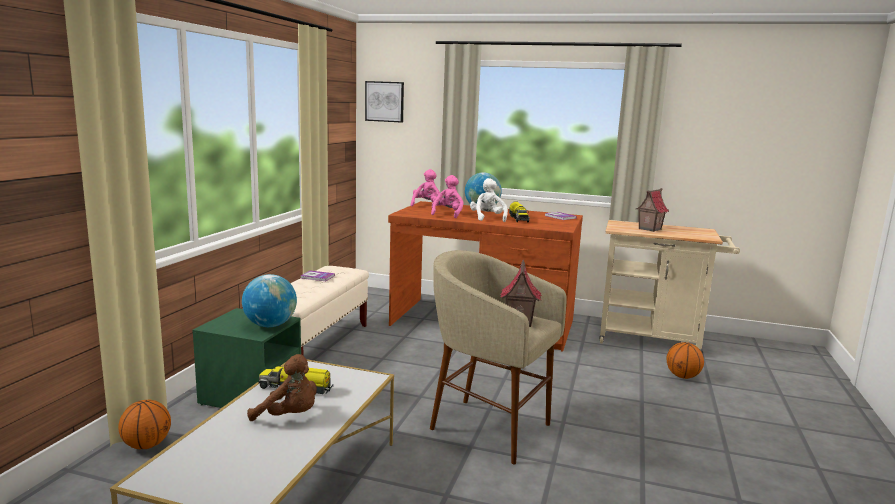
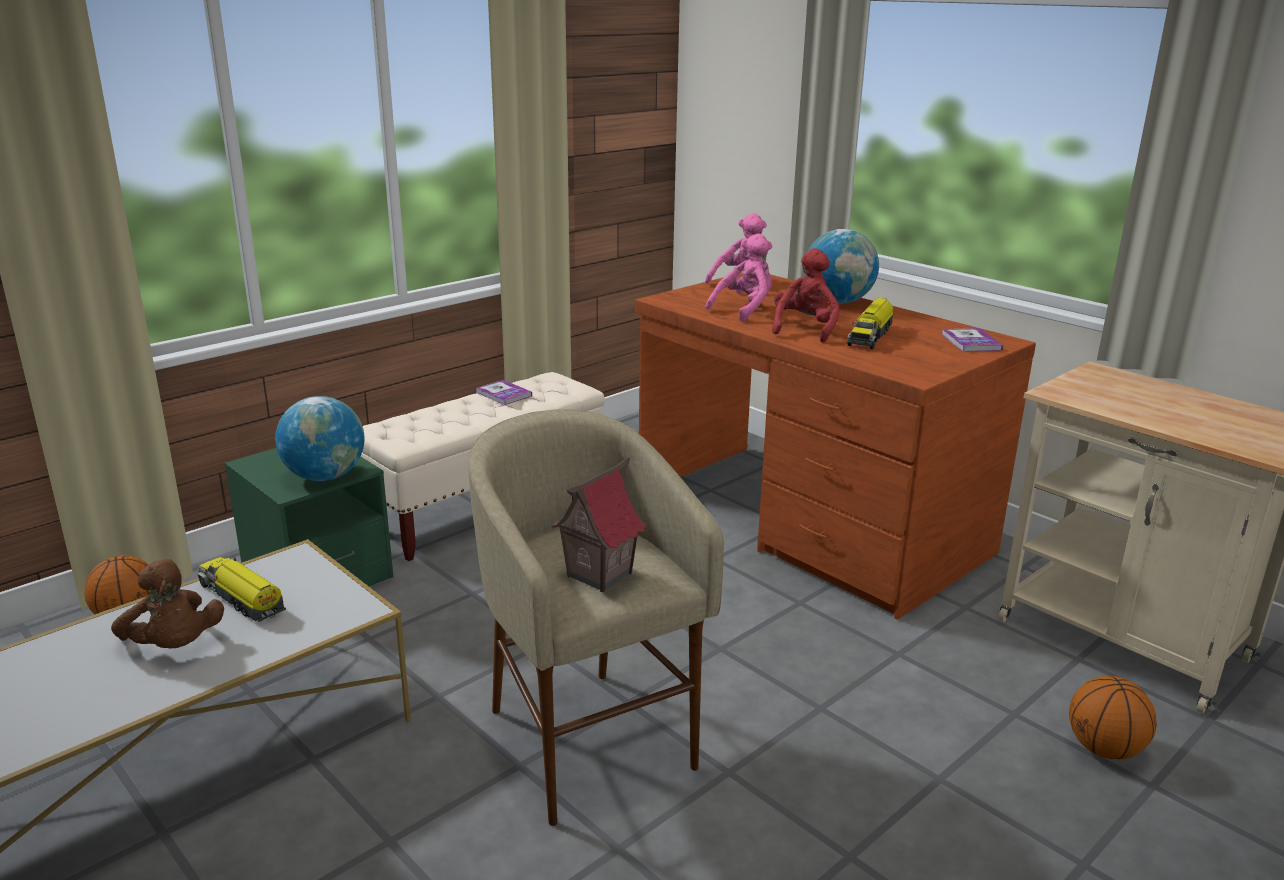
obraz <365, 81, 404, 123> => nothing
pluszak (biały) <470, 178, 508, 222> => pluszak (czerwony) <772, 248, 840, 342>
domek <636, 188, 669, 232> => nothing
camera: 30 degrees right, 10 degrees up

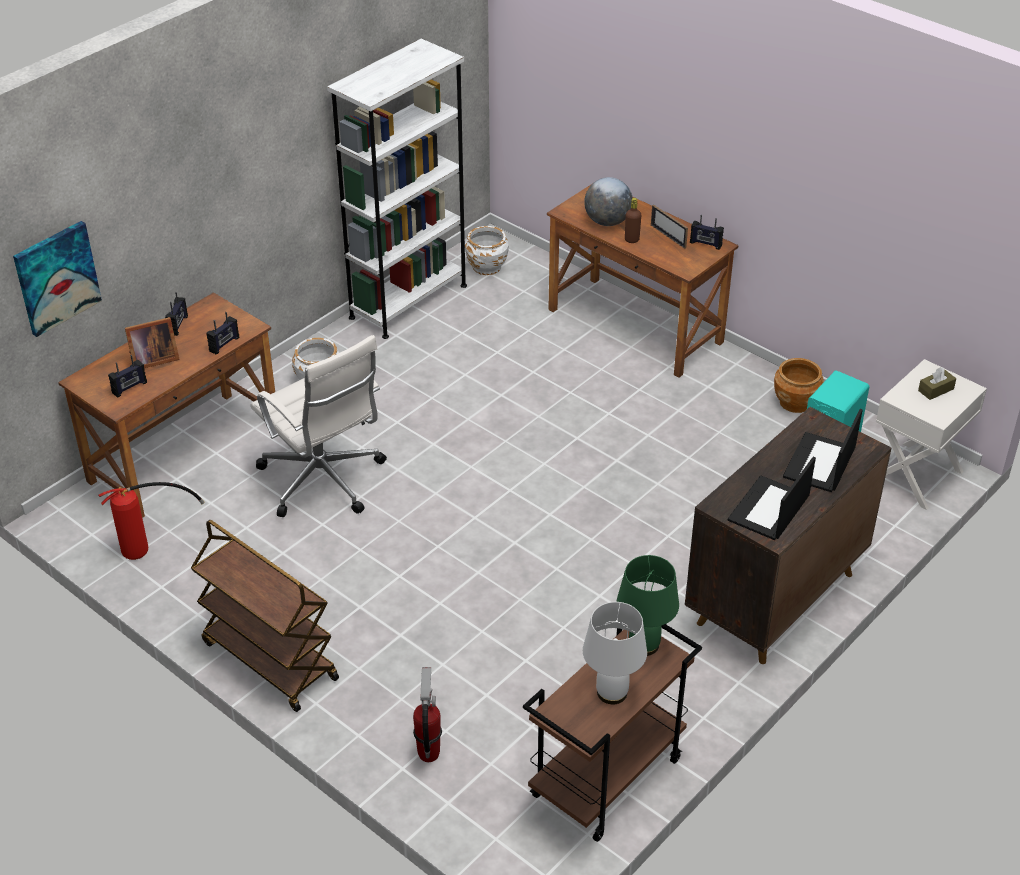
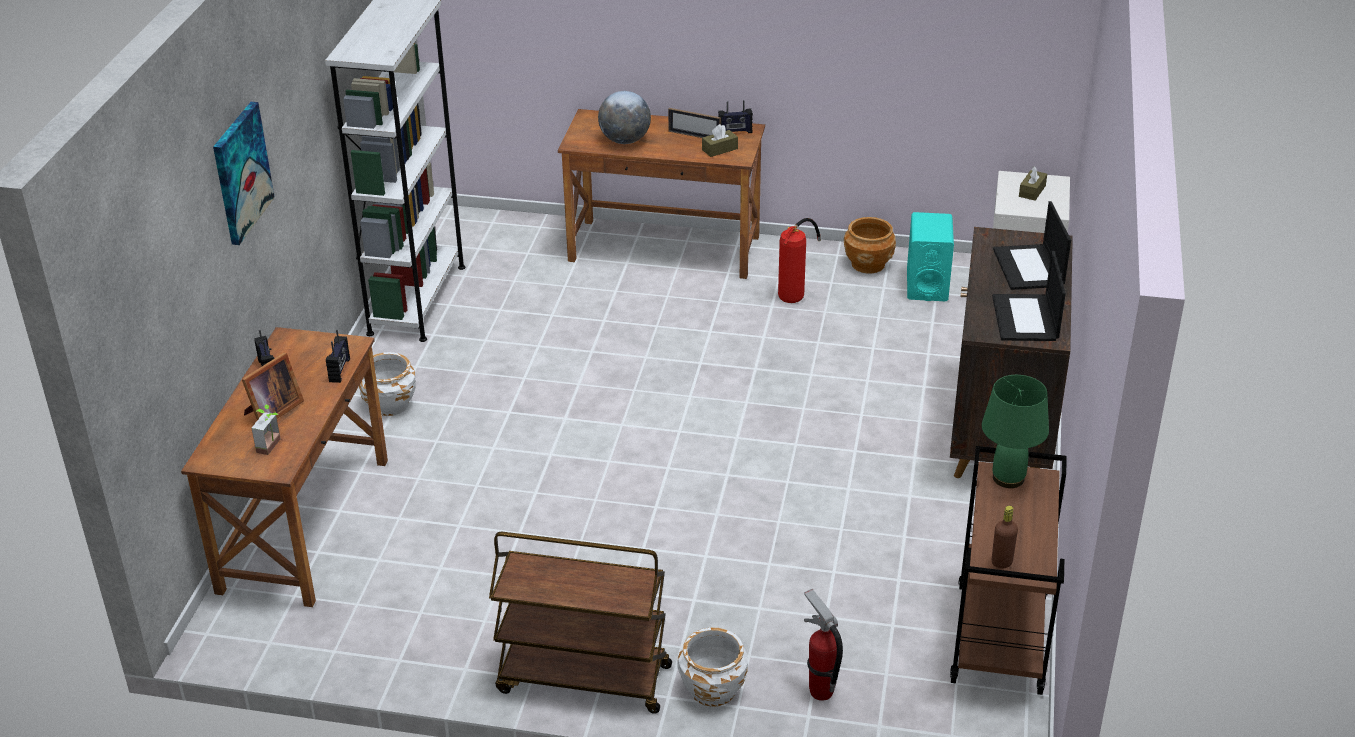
butelka (brązowy) <625, 198, 641, 243> => butelka (brązowy) <992, 506, 1018, 569>, moved
obraz <13, 221, 102, 337> => obraz <213, 102, 275, 245>, moved
donica (biały) <465, 226, 509, 275> => donica (biały) <677, 628, 748, 707>, moved
krzesło biurowe (biały) <250, 335, 387, 517> => nothing
radio <108, 355, 147, 398> => roślina doniczkowa <251, 404, 281, 455>
gaśnica <98, 482, 204, 560> => gaśnica <778, 218, 821, 303>, moved
lampa stołowa (biały) <583, 602, 647, 704> => nothing
nothing => pudełko chusteczek (brązowy) <702, 124, 738, 157>
camera: 30 degrees left, 5 degrees down

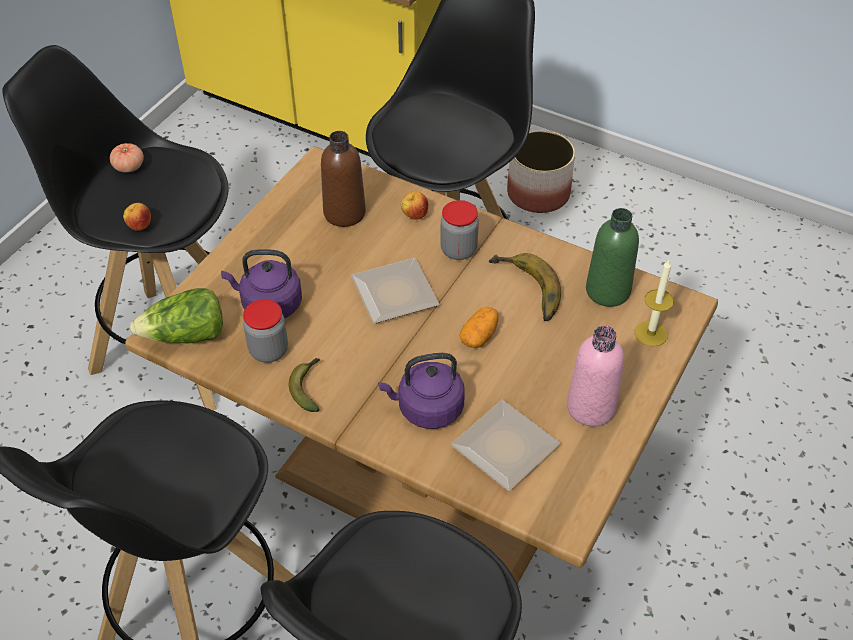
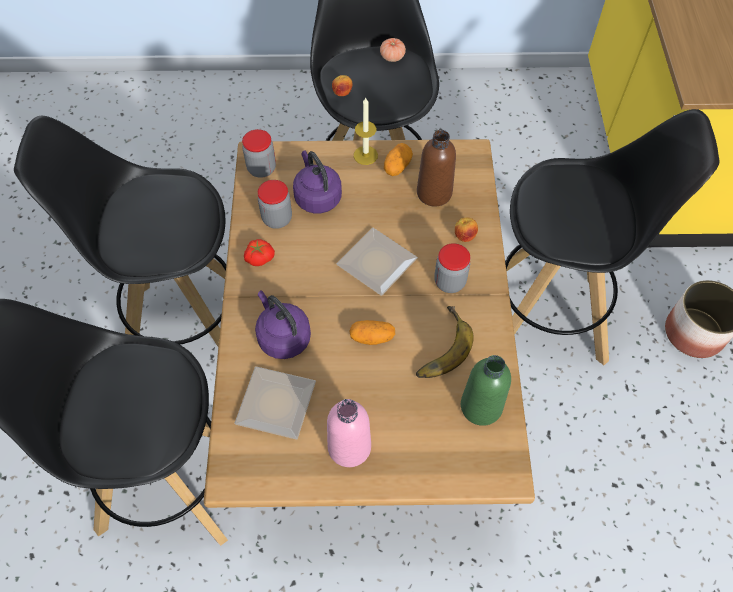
świeca <635, 260, 674, 347> => świeca <354, 98, 378, 165>, moved
sałata <130, 288, 223, 344> => słoik <242, 129, 276, 178>
banan <289, 358, 320, 412> => pomidor <244, 239, 275, 266>
nothing => ziemniak <384, 143, 413, 176>
camera: 60 degrees right, 10 degrees up

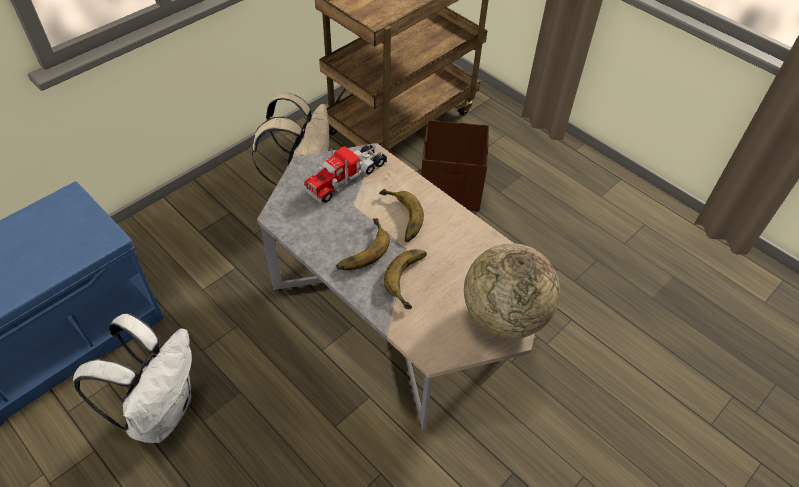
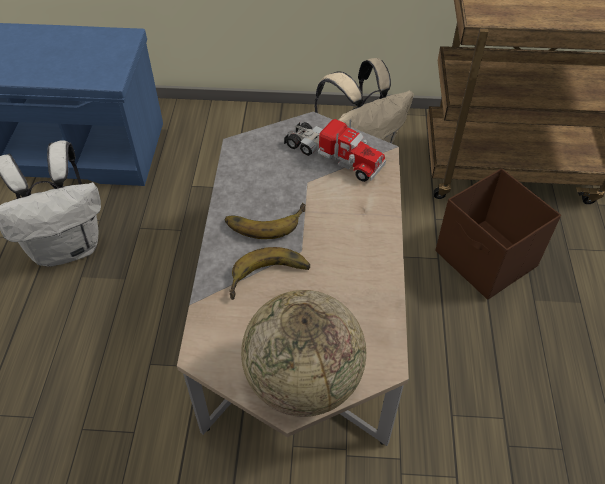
ciężarówka zabawkowa <304, 144, 387, 203> => ciężarówka zabawkowa <284, 119, 386, 182>, 150 degrees counterclockwise
banan <379, 189, 424, 242> => nothing
camera: 50 degrees right, 0 degrees up

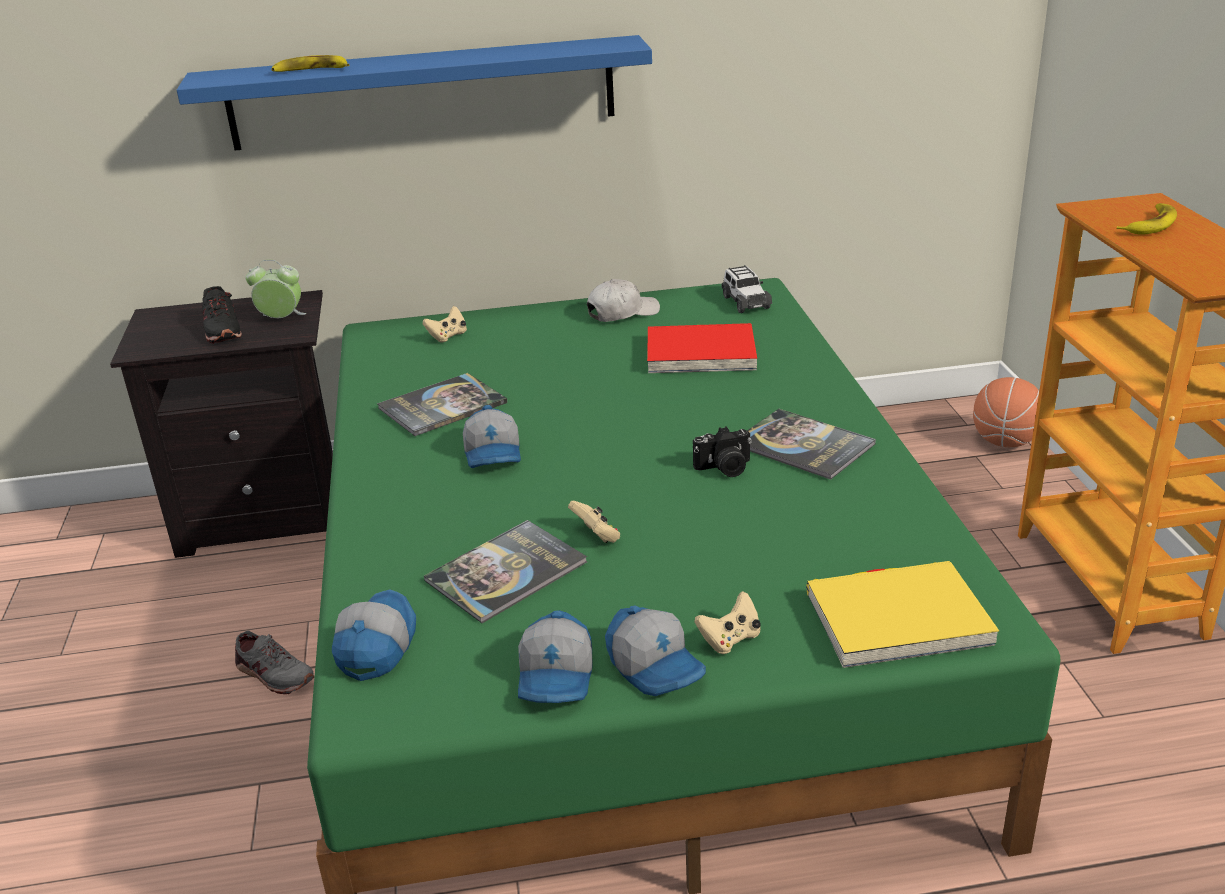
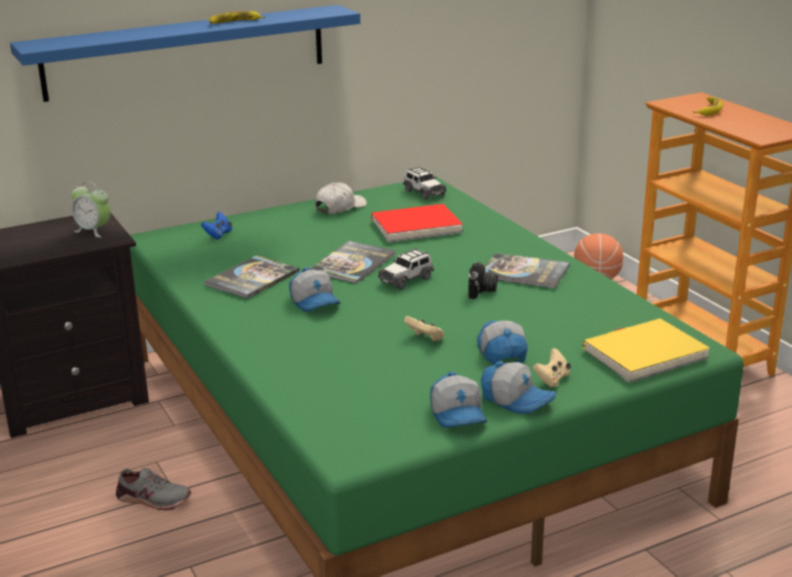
banan <271, 55, 349, 72> => banan <209, 11, 265, 24>, moved
budzik <246, 260, 306, 318> => budzik <72, 181, 110, 237>, 135 degrees counterclockwise
but (czarny) <202, 286, 242, 344> => nothing
pad do gier (beżowy) <423, 306, 467, 343> => pad do gier (niebieski) <201, 212, 232, 239>
aparat fotograficzny <693, 426, 752, 477> => aparat fotograficzny <468, 262, 498, 299>, 45 degrees counterclockwise
książka <424, 520, 587, 623> => książka <309, 241, 396, 284>, moved
czapka z daszkiem <332, 590, 416, 681> => czapka z daszkiem <477, 320, 528, 365>, moved
nothing => samochodzik <378, 248, 434, 290>
camera: 20 degrees left, 5 degrees down

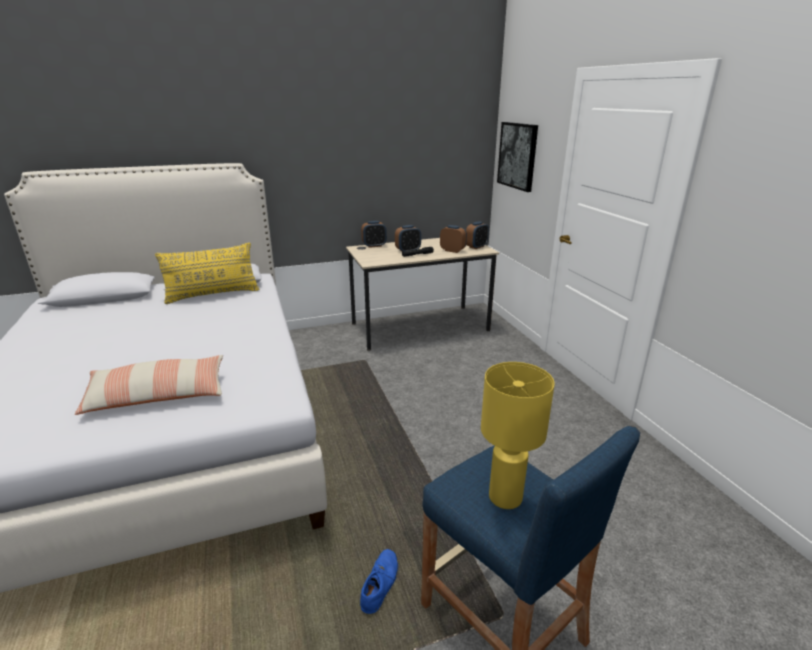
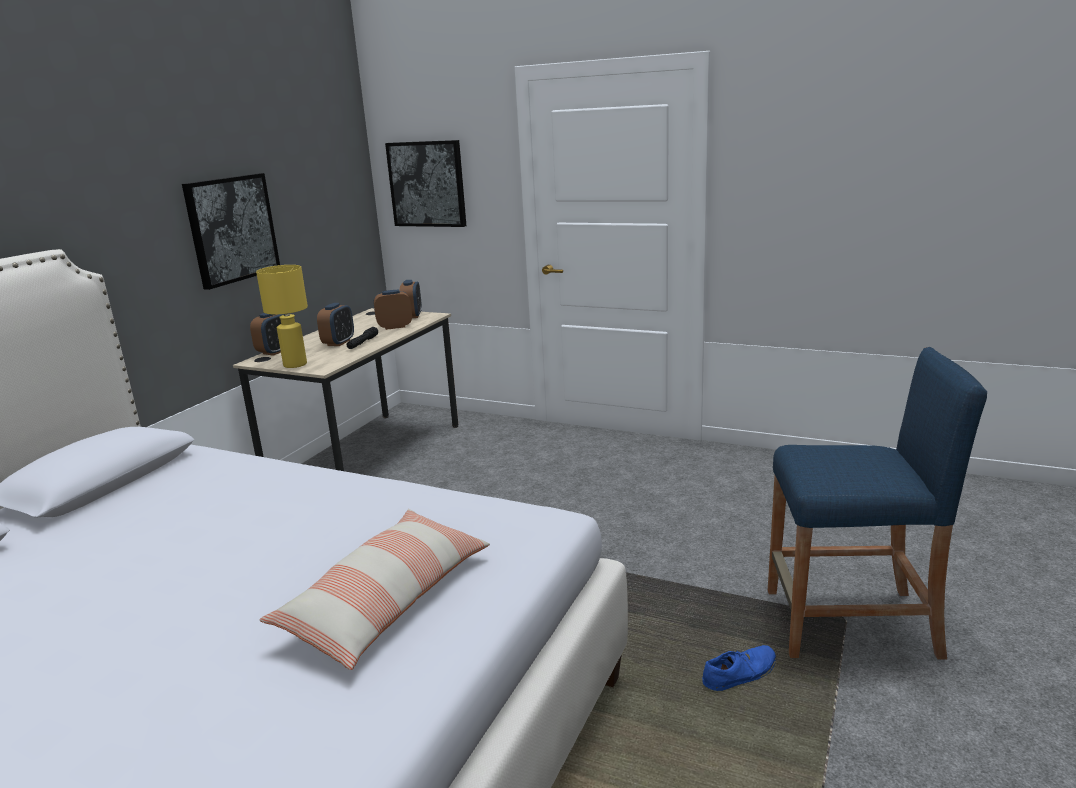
poduszka (żółty) <155, 243, 259, 304> => nothing
lampa stołowa (żółty) <481, 362, 555, 509> => lampa stołowa (żółty) <256, 265, 308, 368>, moved
but (niebieski) <360, 549, 398, 614> => but (niebieski) <702, 645, 776, 691>, 90 degrees clockwise
nothing => obraz <182, 173, 280, 290>
camera: 45 degrees left, 5 degrees down

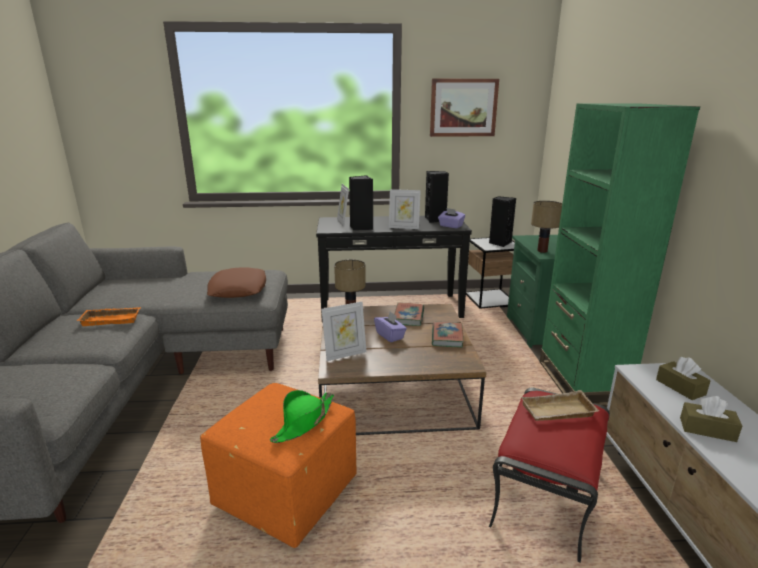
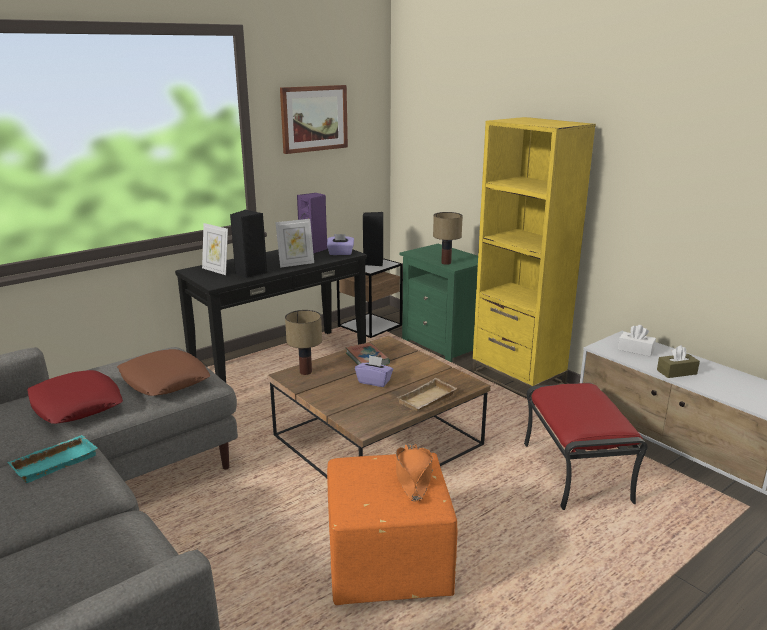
regał (zielony) <540, 103, 700, 407> => regał (żółty) <471, 117, 596, 399>
głośnik (czarny) <425, 171, 449, 223> => głośnik (fioletowy) <297, 193, 327, 254>
ramka na zdjęcie <321, 301, 366, 361> => nothing
taca (pomarańczowy) <77, 307, 141, 326> => taca (turkusowy) <8, 435, 98, 483>
książka <432, 322, 464, 348> => nothing
pudełko chusteczek (brązowy) <656, 357, 711, 400> => pudełko chusteczek (biały) <618, 325, 656, 357>
kapelusz (zielony) <270, 390, 334, 443> => kapelusz (pomarańczowy) <396, 443, 433, 501>
taca (beżowy) <521, 390, 599, 421> => taca (beżowy) <397, 378, 457, 411>, moved
nothing => poduszka (czerwony) <27, 370, 123, 424>
camera: 35 degrees left, 0 degrees up

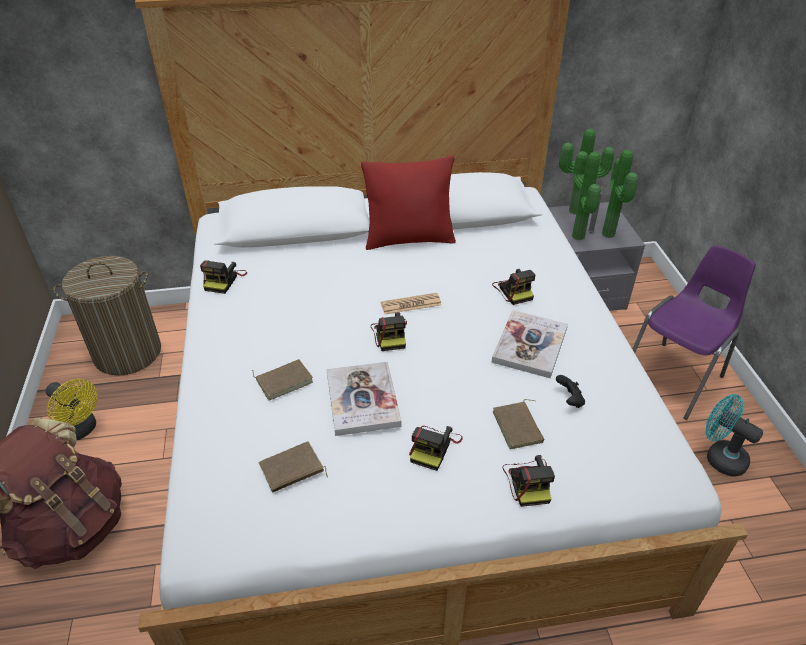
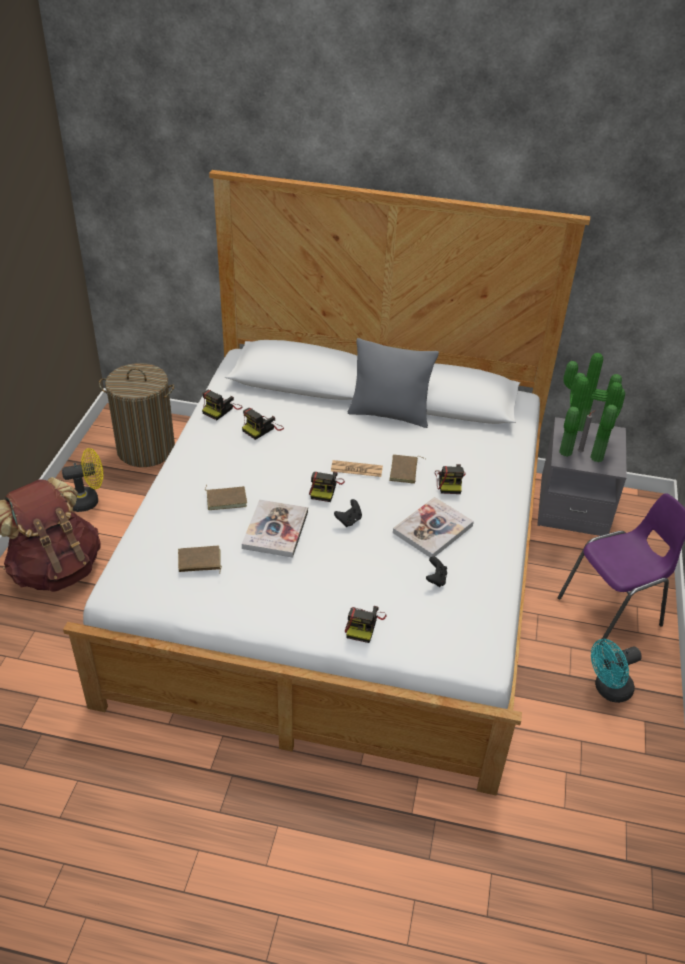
poduszka (czerwony) <361, 156, 456, 250> => poduszka (szary) <348, 338, 439, 428>
wentylator (żółty) <46, 379, 98, 440> => wentylator (żółty) <62, 448, 103, 512>, 75 degrees counterclockwise
wentylator (turkusowy) <706, 394, 763, 477> => wentylator (turkusowy) <591, 639, 642, 703>, 90 degrees counterclockwise
książka (brązowy) <493, 399, 544, 449> => książka (brązowy) <389, 454, 425, 484>, moved
aparat fotograficzny <409, 426, 463, 471> => aparat fotograficzny <242, 408, 284, 440>, moved
nothing => pad do gier (czarny) <334, 499, 362, 527>
camera: 20 degrees right, 0 degrees up

